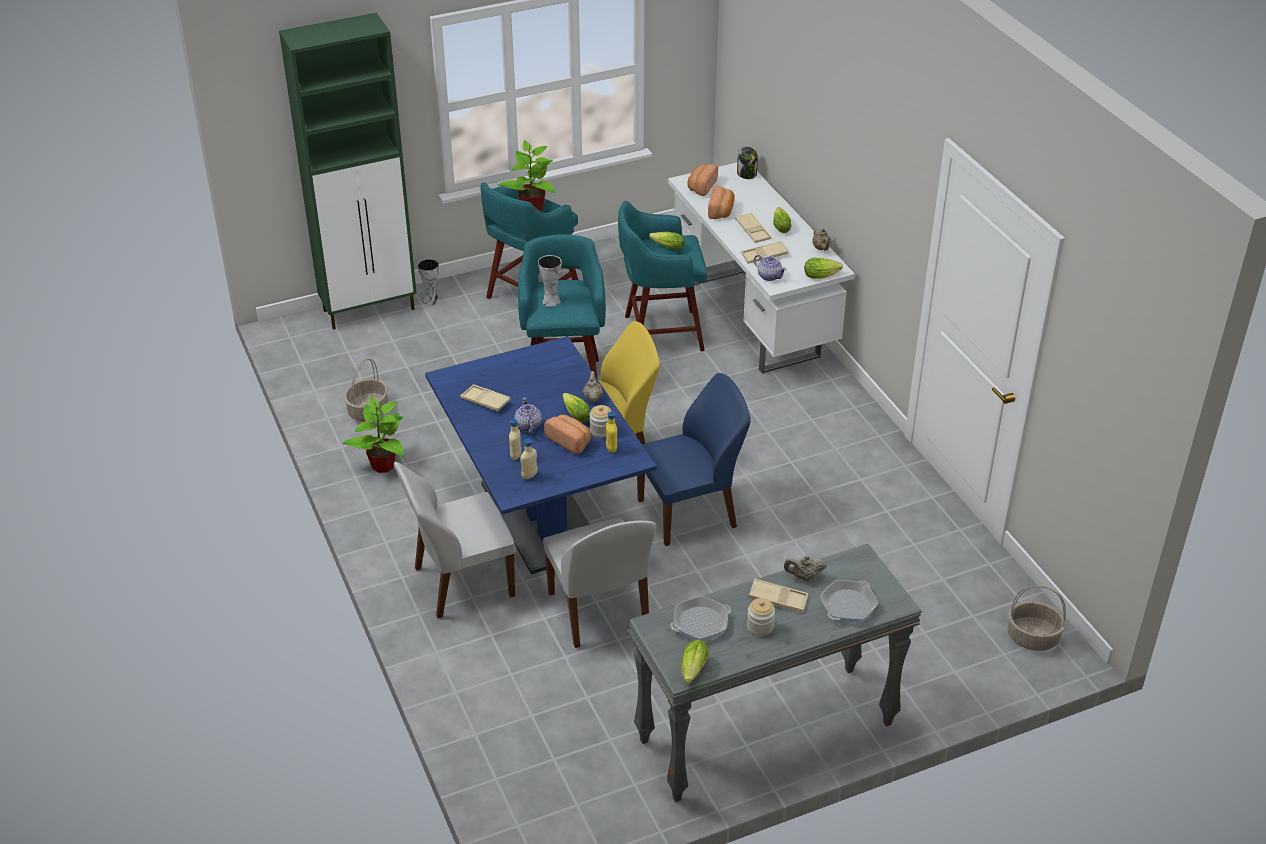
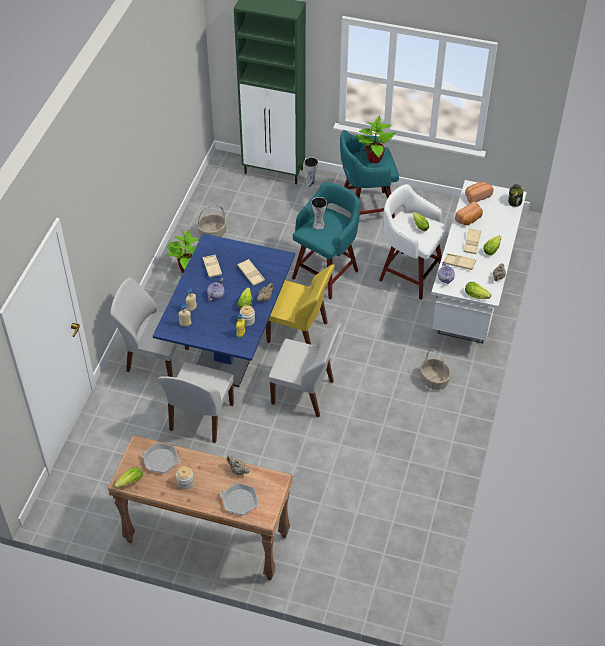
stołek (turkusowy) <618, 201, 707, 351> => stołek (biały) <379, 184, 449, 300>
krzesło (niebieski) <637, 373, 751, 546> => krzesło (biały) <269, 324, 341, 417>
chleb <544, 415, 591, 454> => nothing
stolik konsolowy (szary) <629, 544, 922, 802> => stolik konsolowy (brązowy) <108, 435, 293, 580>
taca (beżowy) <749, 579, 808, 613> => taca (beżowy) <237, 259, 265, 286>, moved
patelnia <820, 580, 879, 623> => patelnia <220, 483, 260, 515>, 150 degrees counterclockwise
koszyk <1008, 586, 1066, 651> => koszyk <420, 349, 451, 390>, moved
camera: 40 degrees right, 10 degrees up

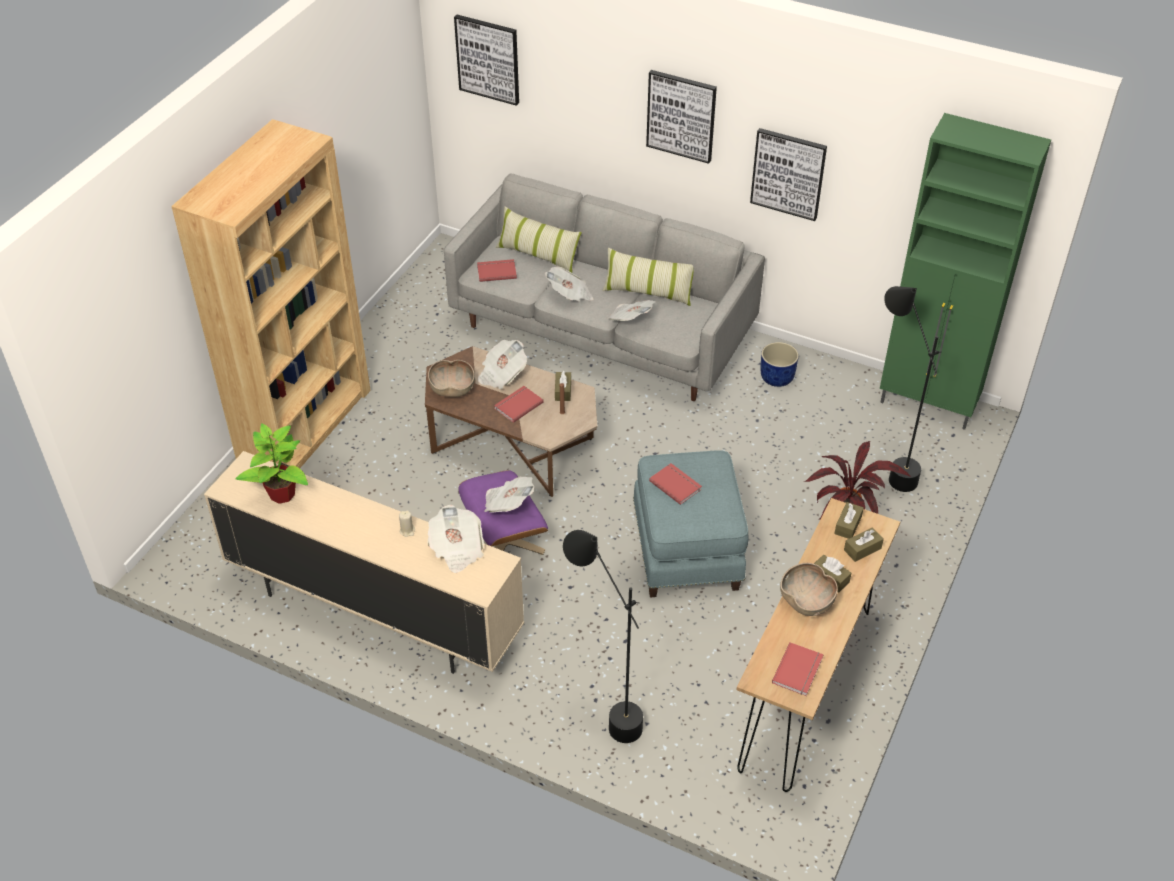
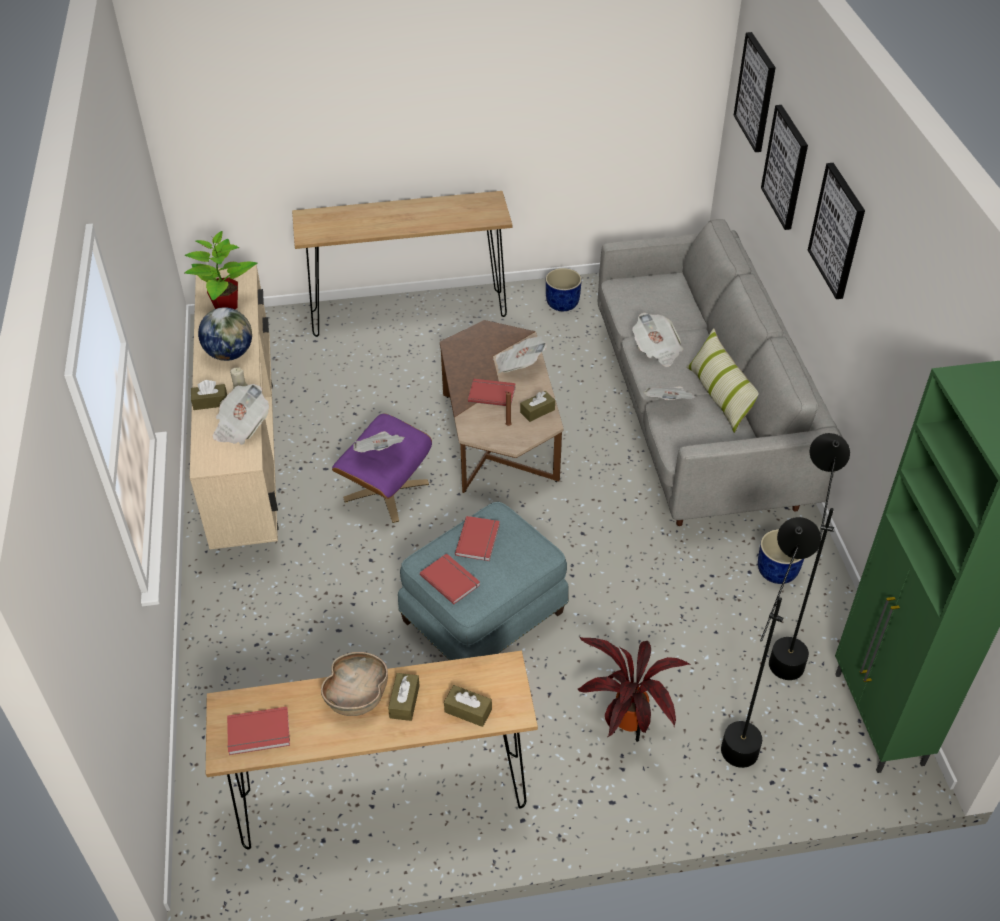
regał (brązowy) <171, 119, 371, 468> => stolik konsolowy (brązowy) <292, 191, 512, 337>
obraz <750, 128, 827, 221> => obraz <761, 105, 808, 230>, moved
poduszka <496, 206, 582, 273> => nothing
książka (czerwony) <477, 259, 517, 282> => książka (czerwony) <420, 553, 480, 604>, moved
miska (brązowy) <428, 360, 475, 397> => nothing
pudełko chusteczek (brązowy) <834, 502, 864, 539> => pudełko chusteczek (brązowy) <191, 380, 227, 410>, moved
lampa stojąca (czarny) <563, 530, 643, 743> => lampa stojąca (czarny) <769, 433, 850, 680>, moved
nothing => donica (niebieski) <546, 268, 582, 311>
nothing => globus <198, 307, 252, 361>
camera: 55 degrees right, 0 degrees up

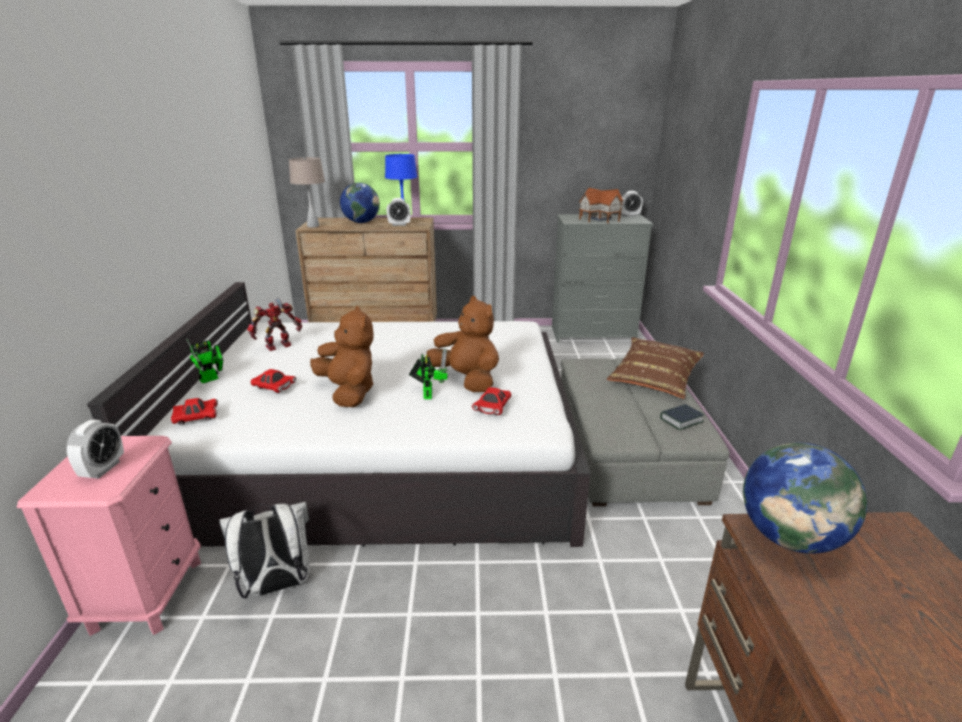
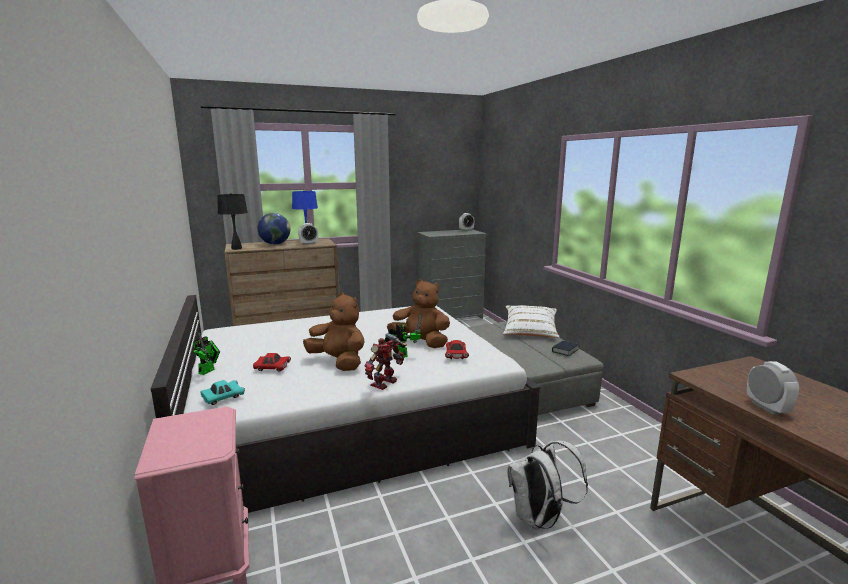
lampa stołowa (beżowy) <289, 157, 325, 227> => lampa stołowa (czarny) <217, 193, 248, 250>
domek <579, 188, 623, 223> => nothing
robot zabawkowy <247, 298, 302, 351> => robot zabawkowy <365, 333, 407, 390>, moved
poduszka (brązowy) <607, 337, 704, 399> => poduszka (biały) <503, 305, 560, 338>
samochodzik (czerwony) <171, 398, 218, 425> => samochodzik (turkusowy) <200, 380, 245, 405>
budzik <67, 420, 124, 479> => budzik <747, 361, 799, 415>, moved
globus <743, 442, 867, 554> => nothing
plecak (biały) <219, 502, 310, 599> => plecak (biały) <507, 440, 588, 530>, moved
camera: 20 degrees left, 10 degrees down

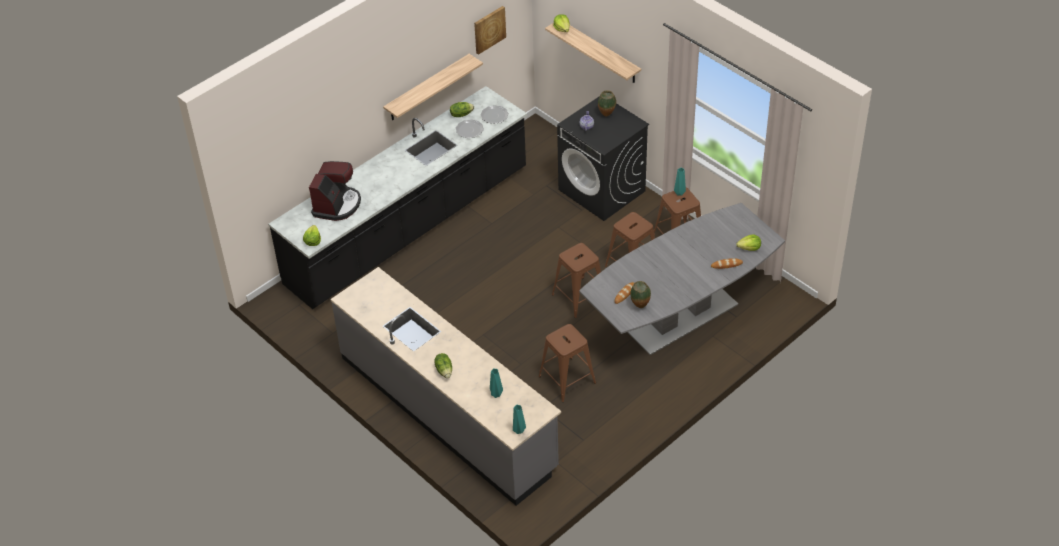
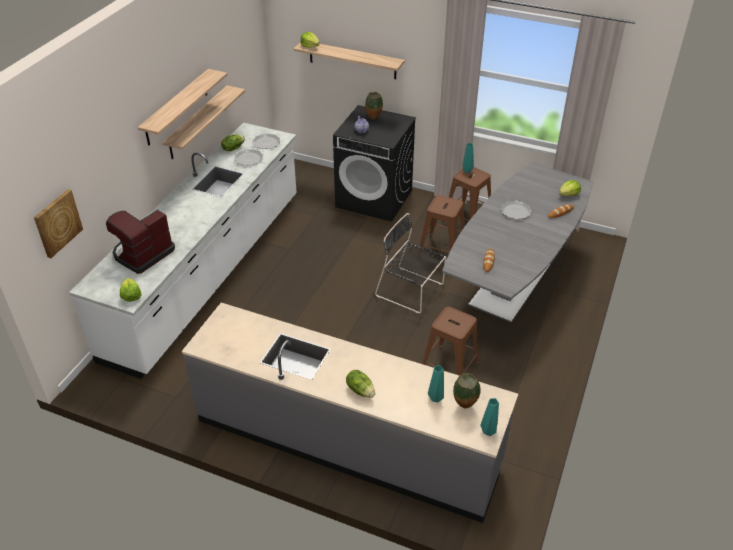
obraz <474, 6, 506, 55> => obraz <34, 189, 83, 258>, moved
zabudowa kuchenna (czarny) <268, 86, 527, 309> => zabudowa kuchenna (biały) <69, 123, 297, 379>
ekspres do kawy <309, 161, 361, 221> => ekspres do kawy <106, 210, 175, 274>, 135 degrees counterclockwise
stołek (brązowy) <552, 243, 601, 318> => krzesło (czarny) <375, 213, 446, 313>
wazon <630, 281, 651, 308> => wazon <453, 373, 481, 408>, moved
nothing => półka <138, 69, 227, 145>
nothing => talerz <501, 201, 532, 219>
camera: 25 degrees left, 5 degrees down

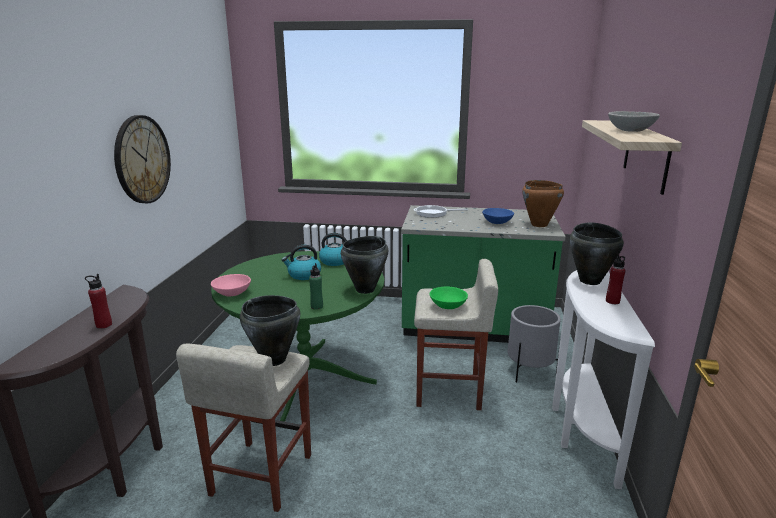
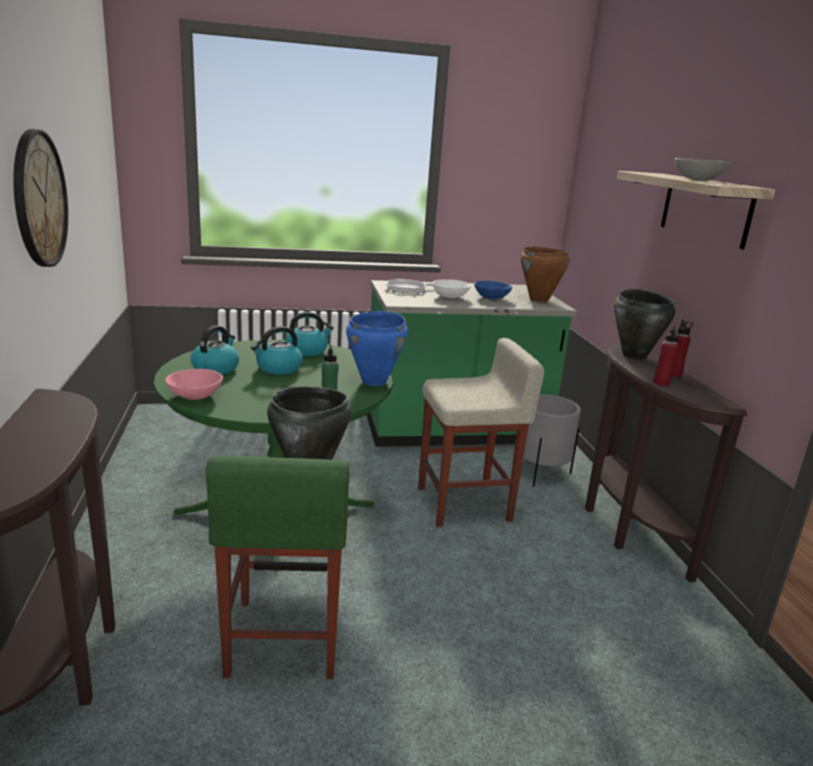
garnek (czarny) <341, 236, 388, 294> => garnek (niebieski) <346, 311, 408, 386>
stolik konsolowy (biały) <552, 270, 655, 489> => stolik konsolowy (brązowy) <585, 343, 747, 582>
butelka (czerwony) <85, 274, 112, 329> => butelka (czerwony) <653, 326, 679, 386>, moved
miska (zielony) <430, 287, 468, 309> => nothing
stołek (beżowy) <176, 344, 311, 512> => stołek (zielony) <206, 456, 349, 679>
nothing => miska (biały) <432, 279, 471, 298>
nothing => czajnik <191, 325, 239, 375>
camera: 20 degrees left, 0 degrees up

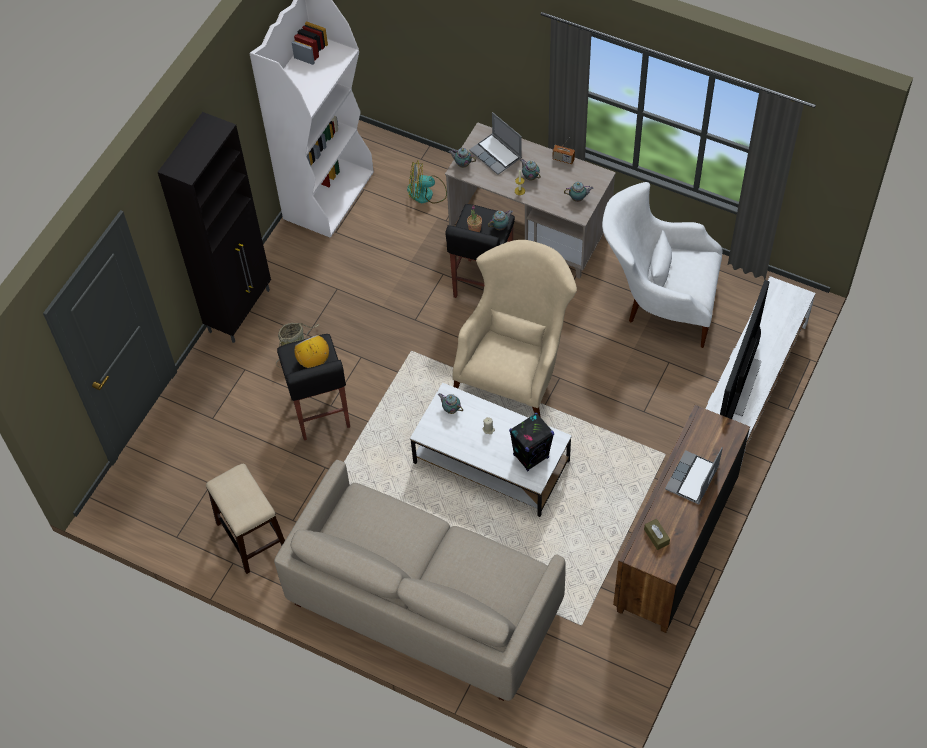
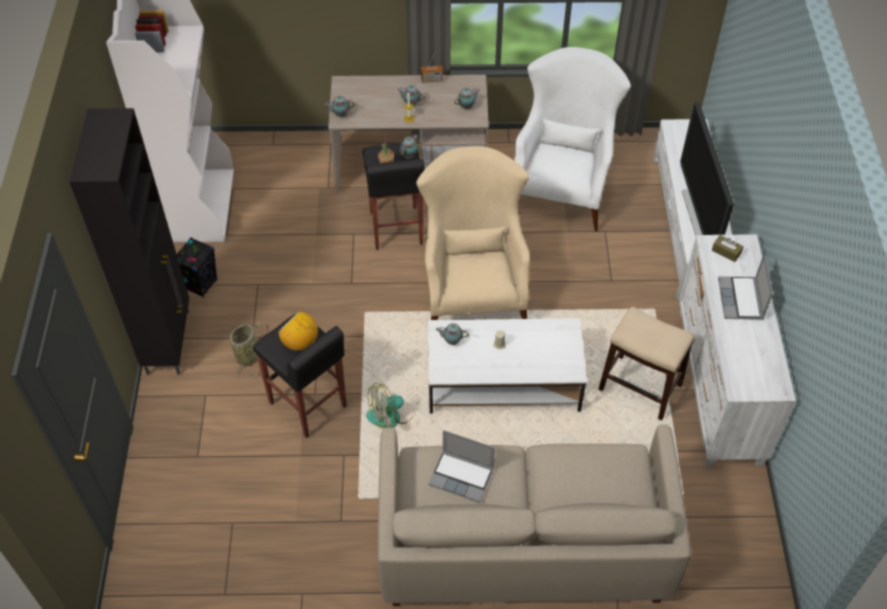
laptop <469, 112, 522, 175> => laptop <428, 430, 495, 503>, moved
wentylator <407, 160, 447, 203> => wentylator <366, 383, 414, 429>, moved
fotel (biały) <602, 182, 722, 348> => fotel (biały) <514, 47, 631, 232>, 120 degrees clockwise
komoda (brązowy) <613, 405, 750, 633> => komoda (biały) <679, 234, 796, 467>
głośnik (czarny) <509, 413, 554, 471> => głośnik (czarny) <177, 237, 218, 297>, moved
stołek <206, 464, 285, 574> => stołek <598, 307, 695, 420>, moved
pudełko chusteczek (brązowy) <644, 519, 670, 550> => pudełko chusteczek (brązowy) <712, 235, 744, 262>, moved
camera: 30 degrees left, 5 degrees down

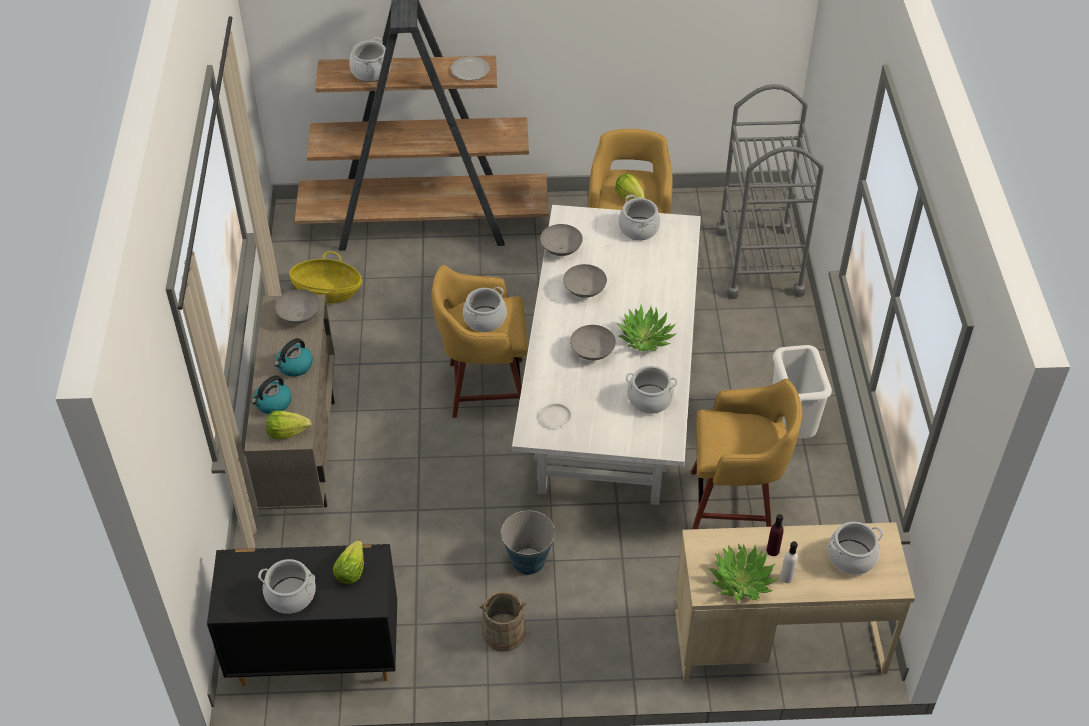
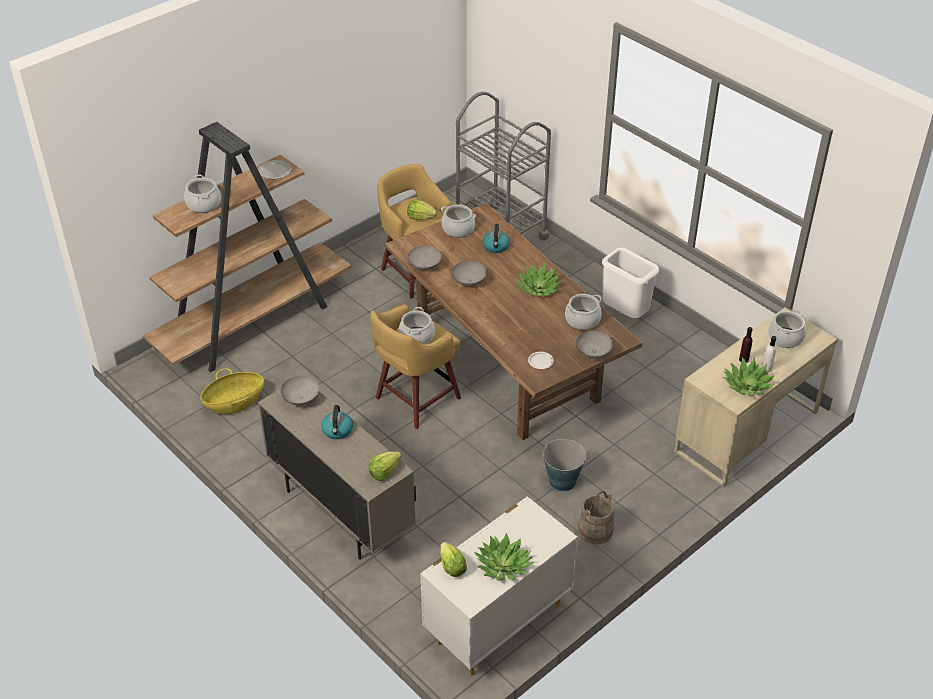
stół jadalny (biały) <512, 205, 701, 505> => stół jadalny (brązowy) <386, 203, 642, 440>
miska (szary) <570, 325, 616, 360> => miska (szary) <576, 331, 614, 359>, moved
czajnik <251, 375, 291, 414> => czajnik <483, 224, 510, 253>, moved
stołek (żółty) <691, 379, 802, 529> => nothing
sałata <333, 540, 364, 584> => sałata <441, 542, 467, 577>, moved
komoda (czarny) <207, 544, 397, 687> => komoda (biały) <420, 496, 578, 676>
garnek <258, 559, 316, 614> => roślina doniczkowa <474, 533, 533, 581>
camera: 40 degrees left, 5 degrees down

